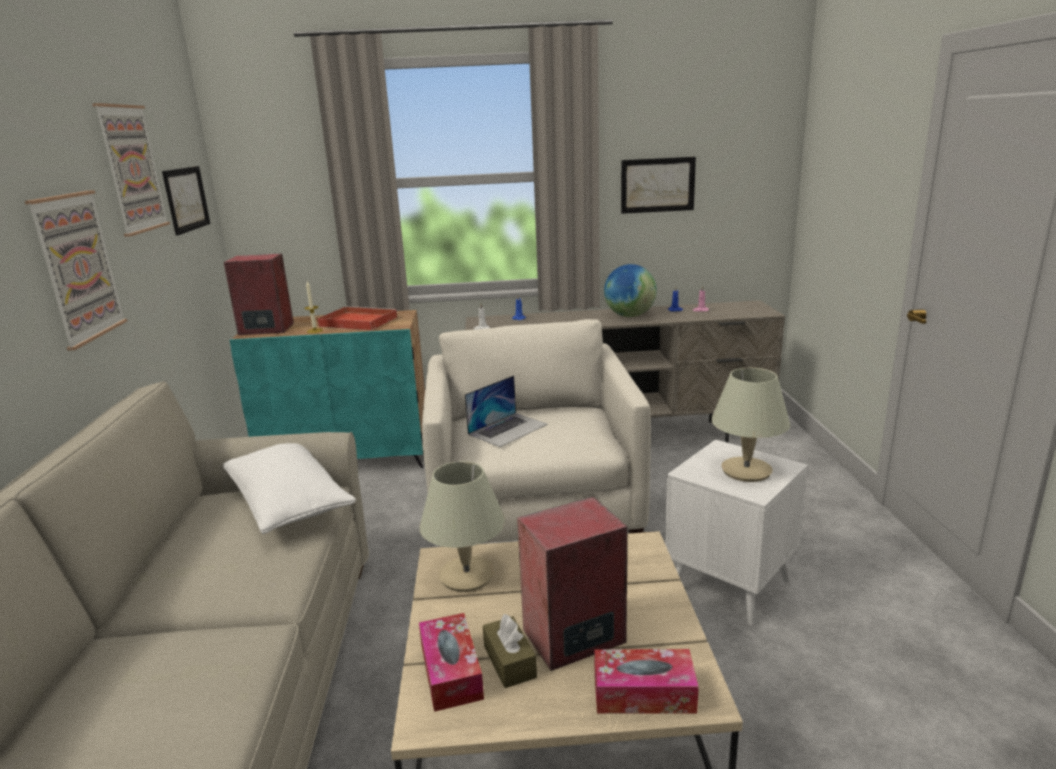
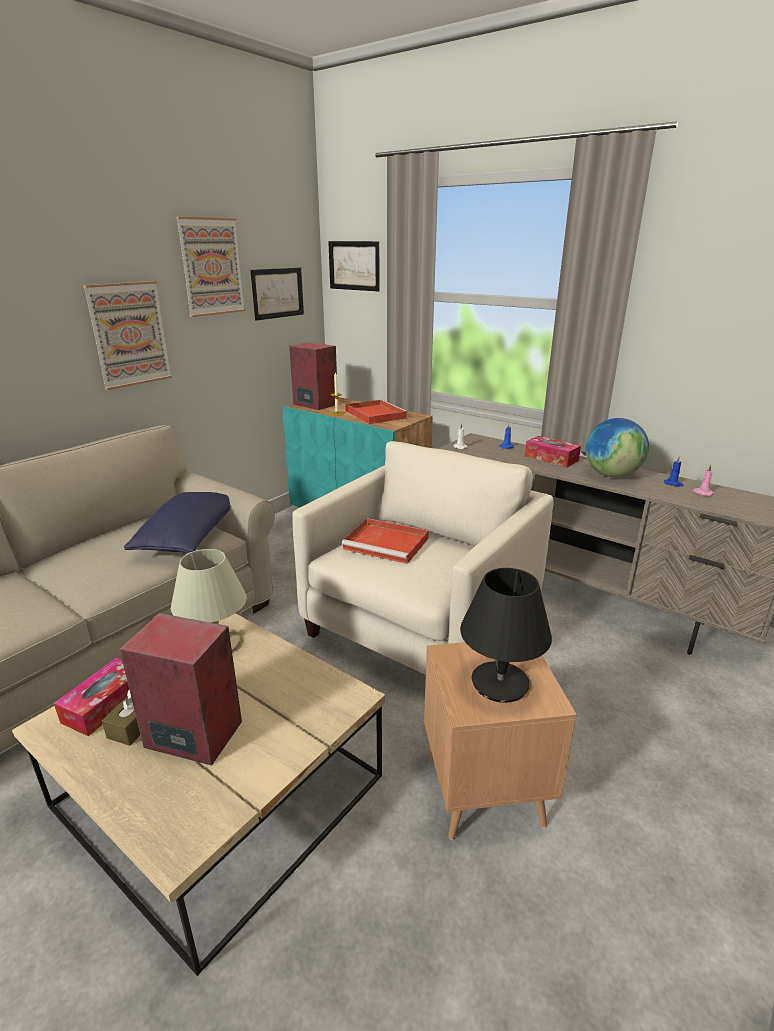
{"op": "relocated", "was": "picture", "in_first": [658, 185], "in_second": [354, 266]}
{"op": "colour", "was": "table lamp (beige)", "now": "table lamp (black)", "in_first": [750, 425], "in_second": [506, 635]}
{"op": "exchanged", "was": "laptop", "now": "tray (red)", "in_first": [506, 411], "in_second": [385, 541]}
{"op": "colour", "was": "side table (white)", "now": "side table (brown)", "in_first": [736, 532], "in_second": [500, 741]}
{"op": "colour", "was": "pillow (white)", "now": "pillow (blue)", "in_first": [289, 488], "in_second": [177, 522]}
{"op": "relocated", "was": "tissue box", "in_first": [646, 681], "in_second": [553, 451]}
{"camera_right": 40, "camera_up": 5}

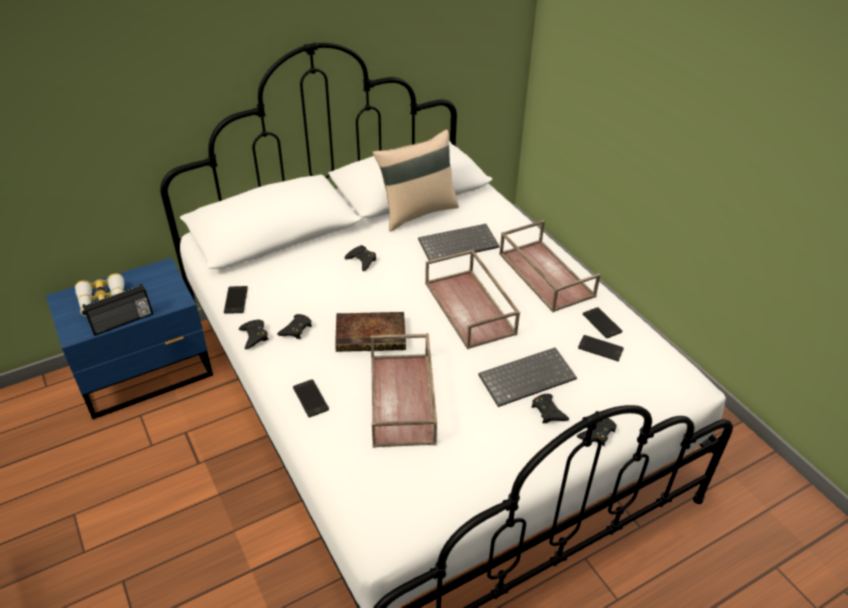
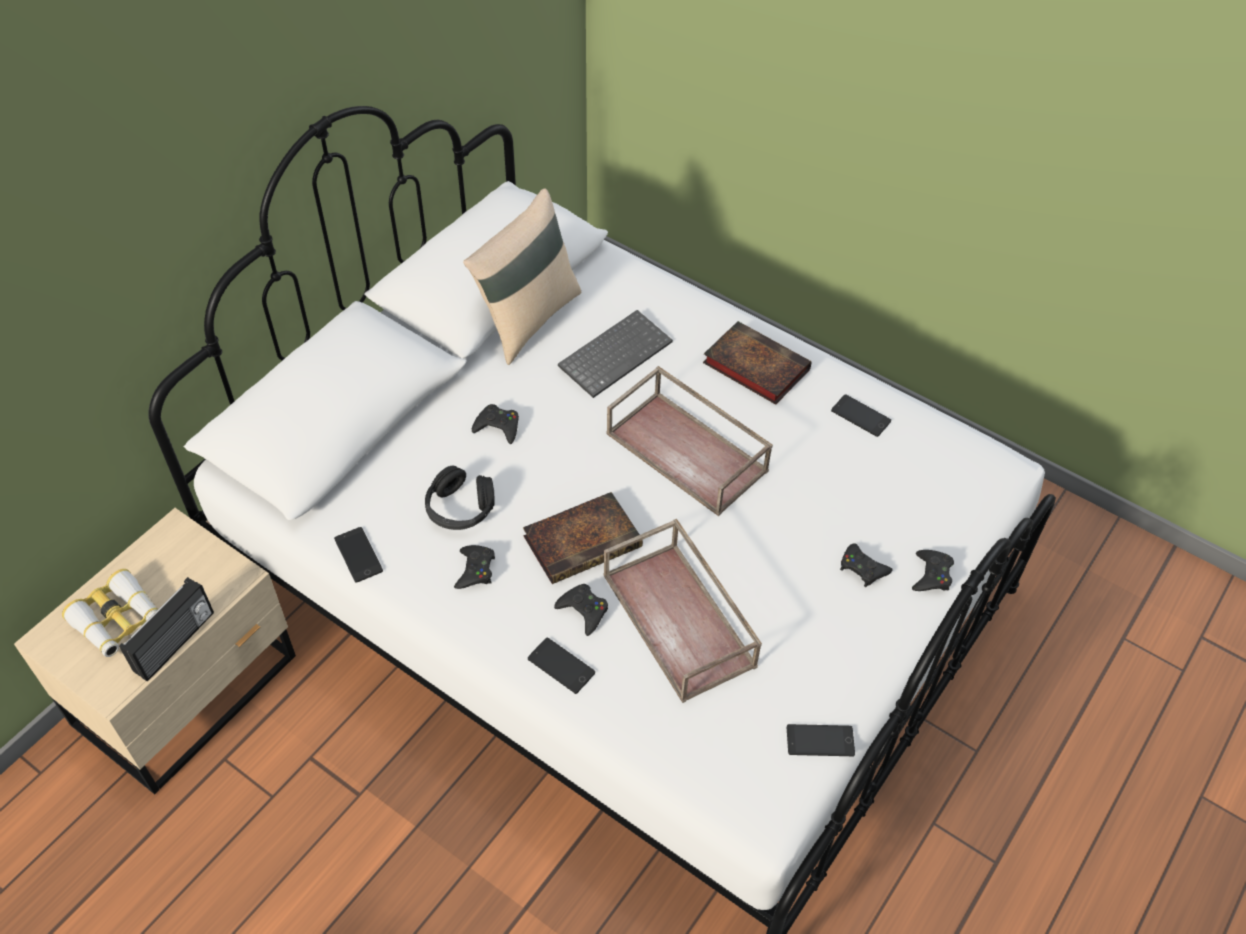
{"op": "exchanged", "was": "tray (brown)", "now": "book", "in_first": [549, 266], "in_second": [757, 363]}
{"op": "colour", "was": "nightstand (blue)", "now": "nightstand (beige)", "in_first": [129, 338], "in_second": [155, 651]}
{"op": "relocated", "was": "game controller (black)", "in_first": [253, 334], "in_second": [581, 610]}
{"op": "relocated", "was": "phone", "in_first": [601, 348], "in_second": [821, 740]}
{"op": "missing", "was": "keyboard", "in_first": [527, 377]}
{"op": "appeared", "now": "headphones (black)", "in_second": [460, 497]}
{"camera_right": -25, "camera_up": 10}

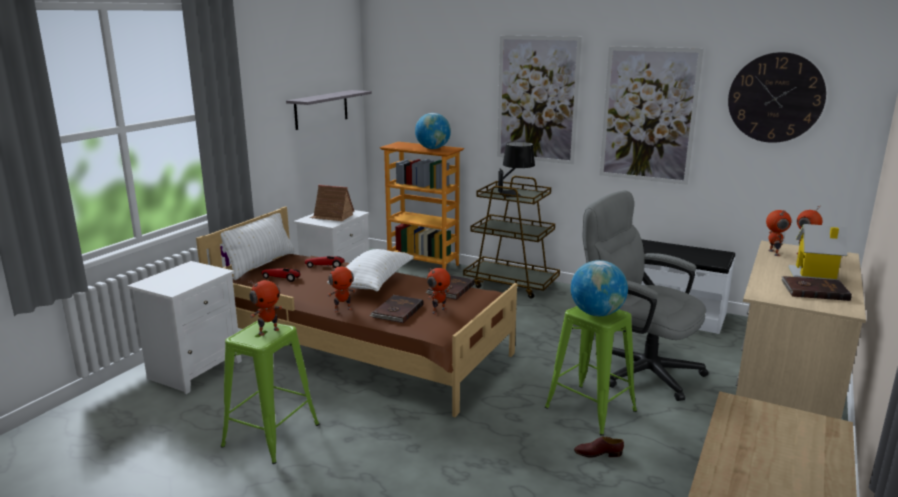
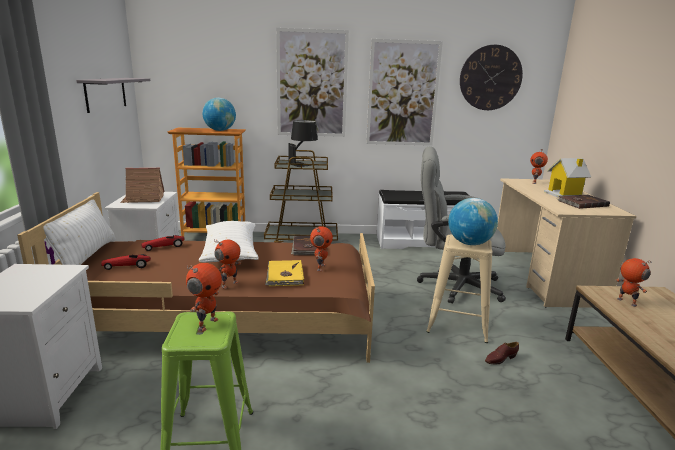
{"op": "relocated", "was": "toy robot", "in_first": [778, 233], "in_second": [633, 282]}
{"op": "colour", "was": "book (brown)", "now": "book (yellow)", "in_first": [397, 309], "in_second": [284, 273]}
{"op": "colour", "was": "stool (green)", "now": "stool (beige)", "in_first": [591, 371], "in_second": [459, 289]}
{"camera_right": -30, "camera_up": 0}

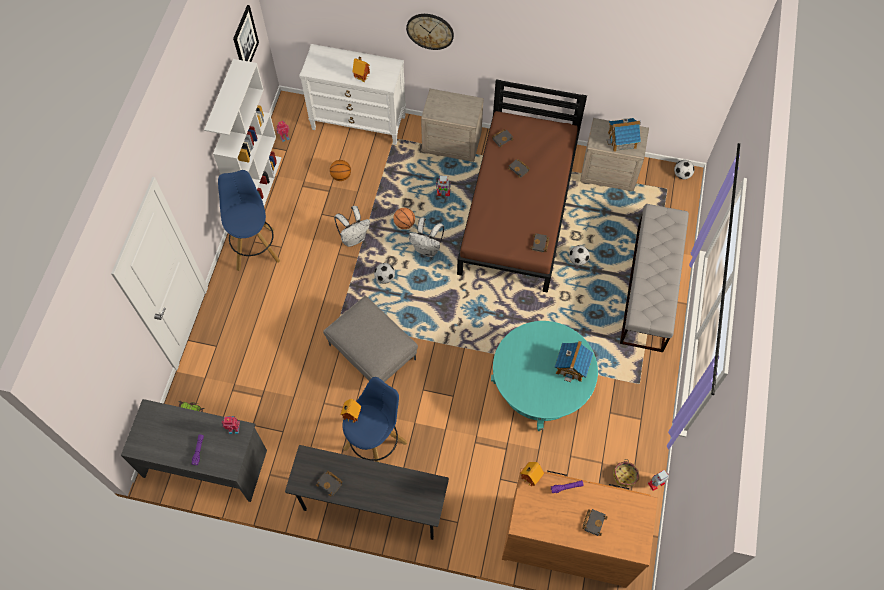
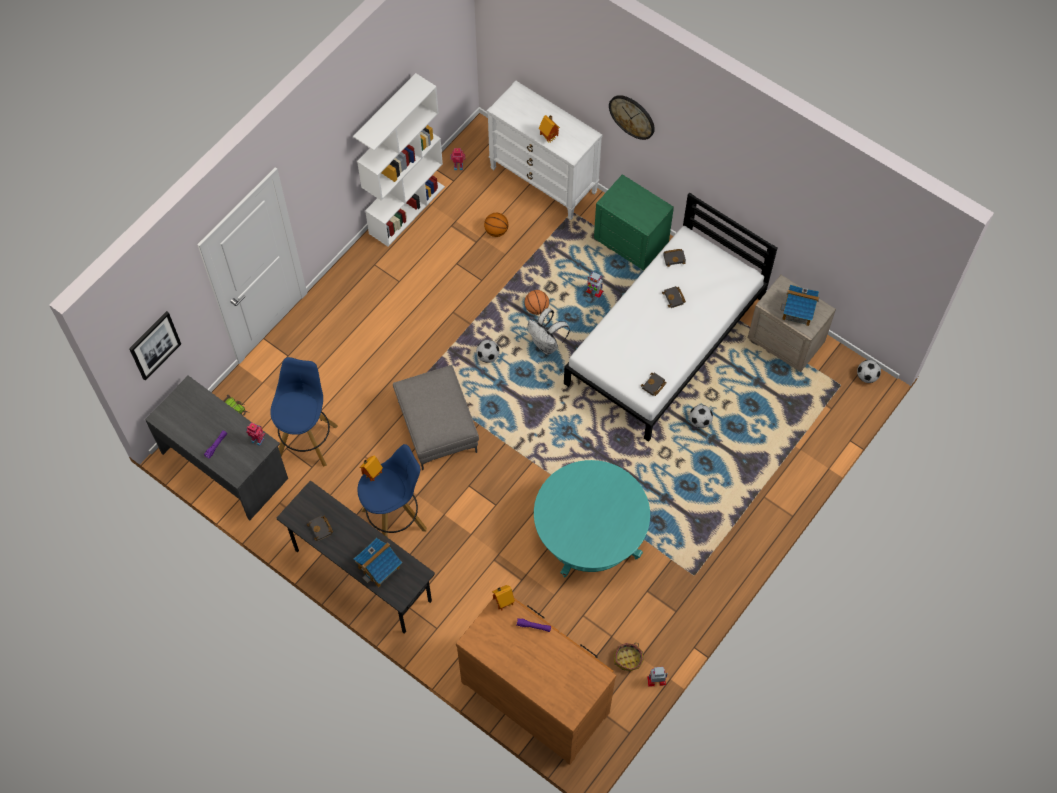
{"op": "relocated", "was": "picture", "in_first": [246, 33], "in_second": [155, 346]}
{"op": "colour", "was": "bed (brown)", "now": "bed (white)", "in_first": [522, 186], "in_second": [670, 317]}
{"op": "colour", "was": "nightstand (beige)", "now": "nightstand (green)", "in_first": [452, 125], "in_second": [634, 222]}
{"op": "relocated", "was": "stool (blue)", "in_first": [249, 220], "in_second": [304, 412]}
{"op": "missing", "was": "bench (grey)", "in_first": [654, 278]}
{"op": "missing", "was": "backpack (white)", "in_first": [352, 226]}
{"op": "relocated", "was": "toy house", "in_first": [574, 361], "in_second": [378, 563]}
{"op": "missing", "was": "book (black)", "in_first": [595, 522]}
{"camera_right": 25, "camera_up": 0}

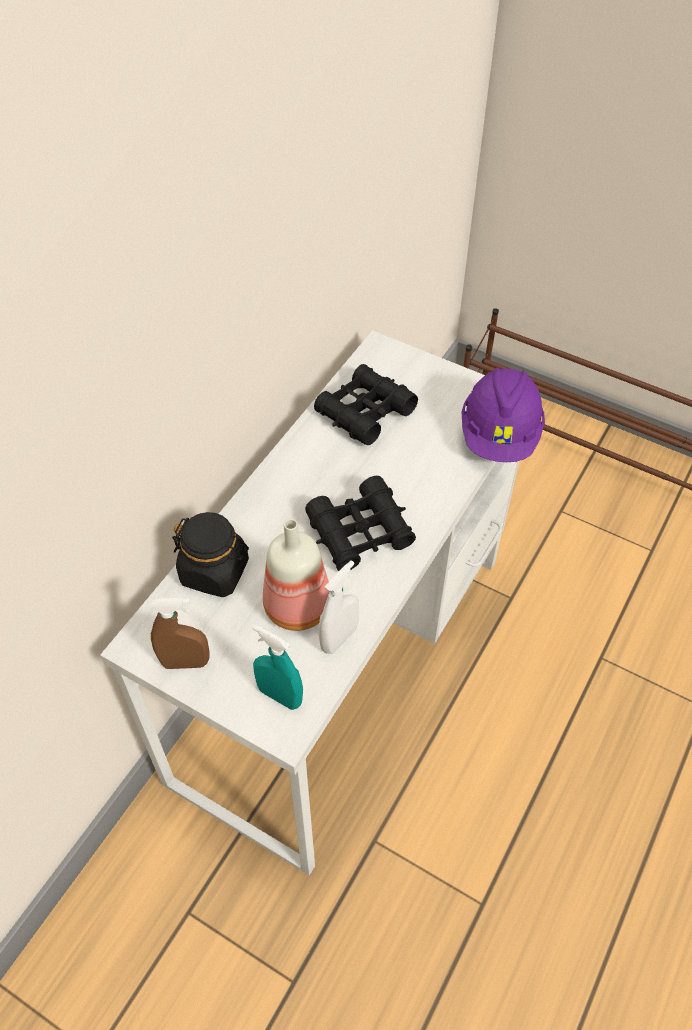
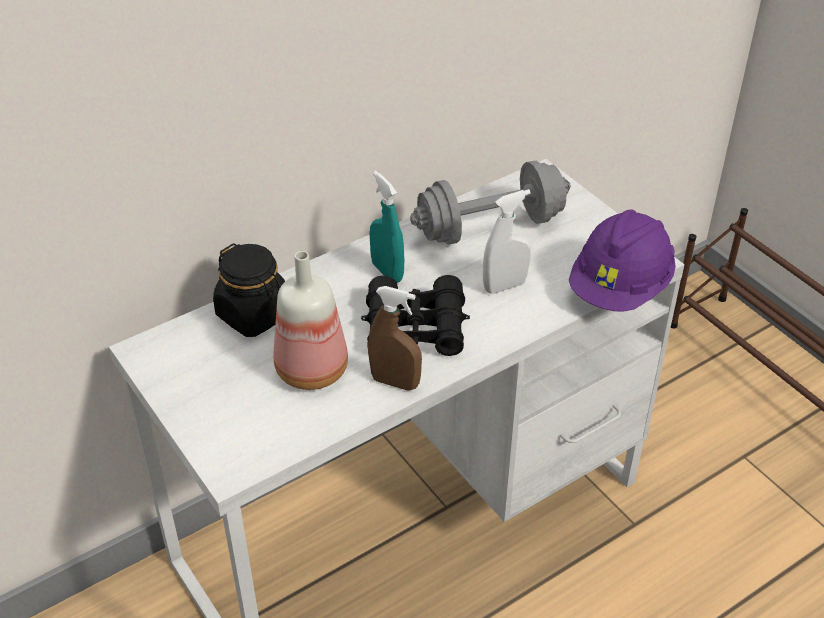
{"op": "exchanged", "was": "binoculars (black)", "now": "dumbbell (grey)", "in_first": [366, 404], "in_second": [490, 203]}
{"op": "relocated", "was": "spray bottle (white)", "in_first": [339, 607], "in_second": [507, 241]}
{"op": "relocated", "was": "spray bottle (brown)", "in_first": [180, 633], "in_second": [395, 338]}
{"op": "relocated", "was": "spray bottle (turquoise)", "in_first": [278, 667], "in_second": [387, 227]}
{"camera_right": 25, "camera_up": -10}

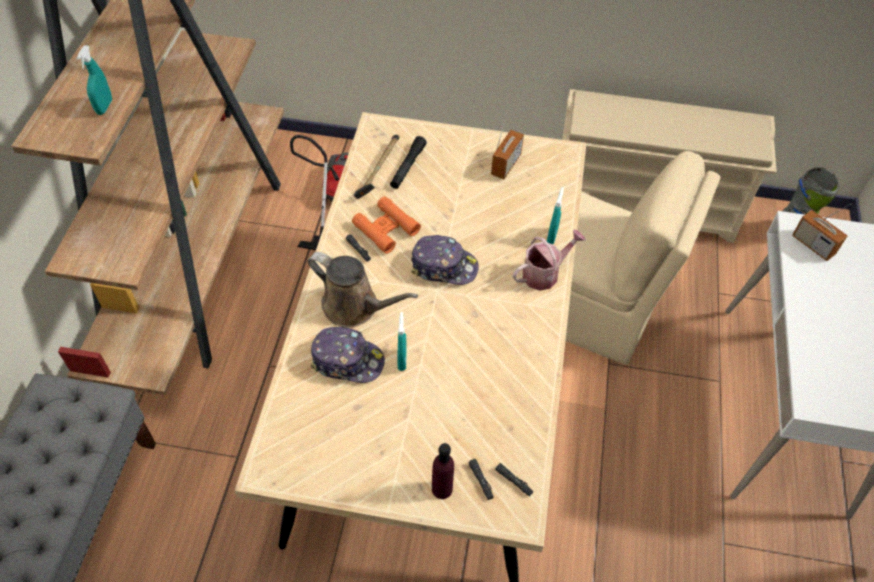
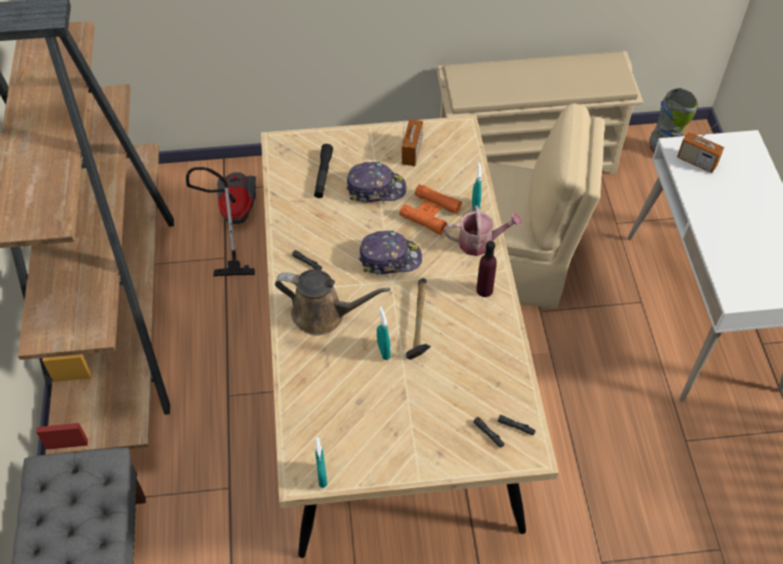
{"op": "relocated", "was": "spray bottle (turquoise)", "in_first": [94, 80], "in_second": [321, 462]}
{"op": "relocated", "was": "hammer", "in_first": [376, 167], "in_second": [418, 319]}
{"op": "relocated", "was": "binoculars (orange)", "in_first": [386, 225], "in_second": [430, 209]}
{"op": "spun", "was": "watering can", "in_first": [549, 260], "in_second": [483, 230], "clockwise": 45}
{"op": "relocated", "was": "cap", "in_first": [347, 355], "in_second": [376, 182]}
{"op": "relocated", "was": "bottle (purple)", "in_first": [443, 471], "in_second": [486, 269]}
{"camera_right": -15, "camera_up": 0}

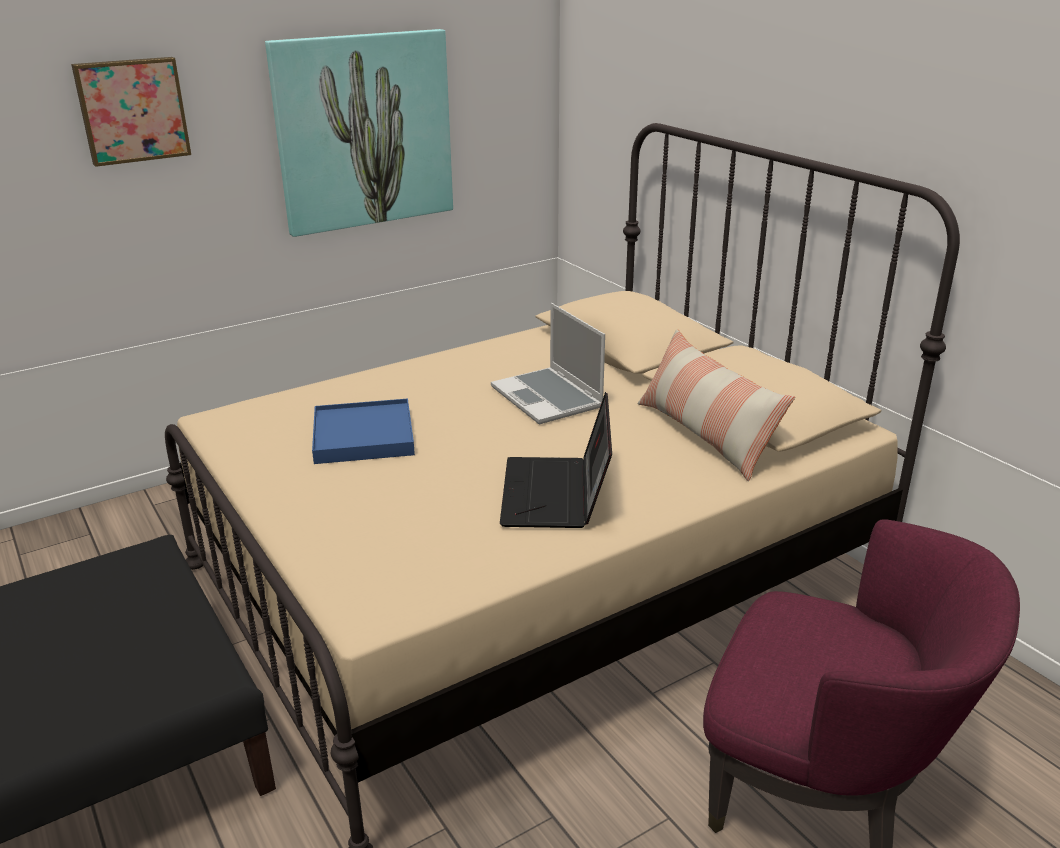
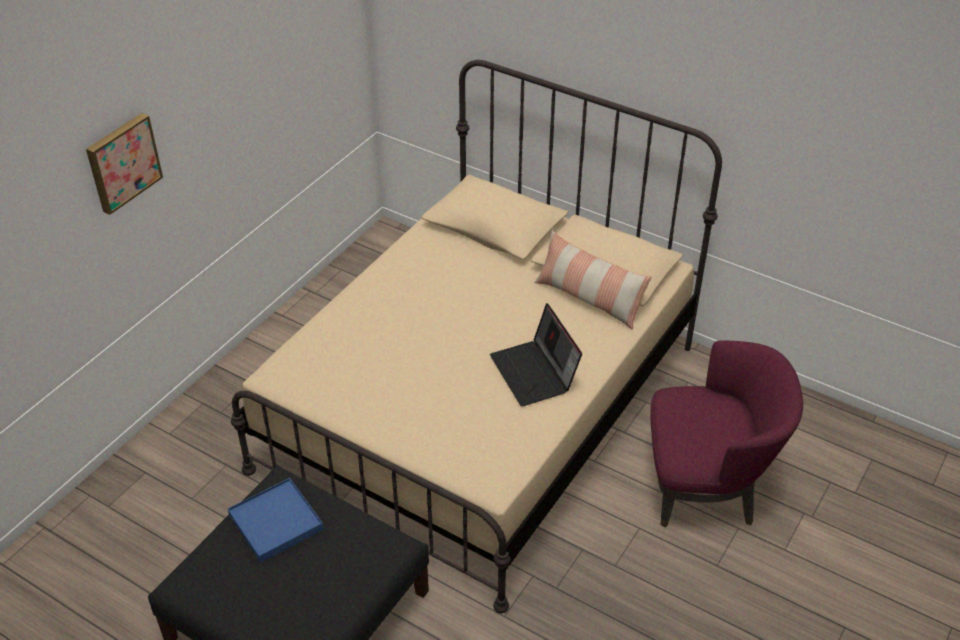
{"op": "missing", "was": "picture", "in_first": [359, 133]}
{"op": "missing", "was": "laptop", "in_first": [548, 363]}
{"op": "relocated", "was": "tray (blue)", "in_first": [363, 431], "in_second": [276, 520]}
{"camera_right": -25, "camera_up": 15}

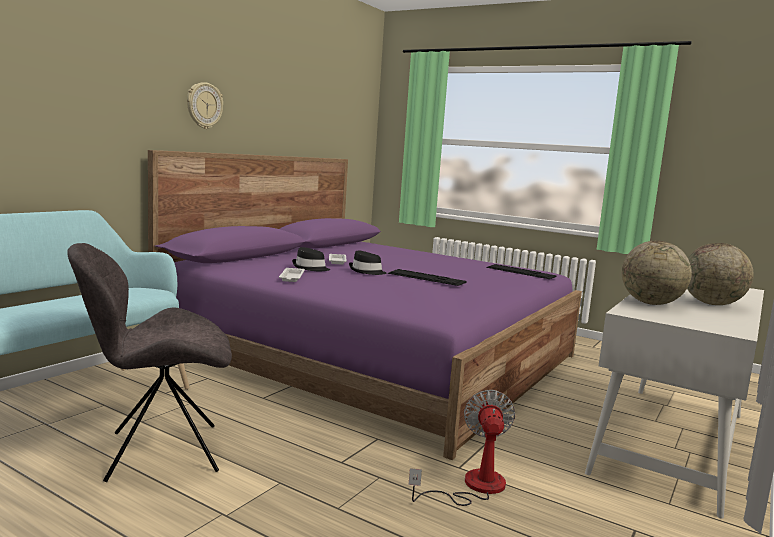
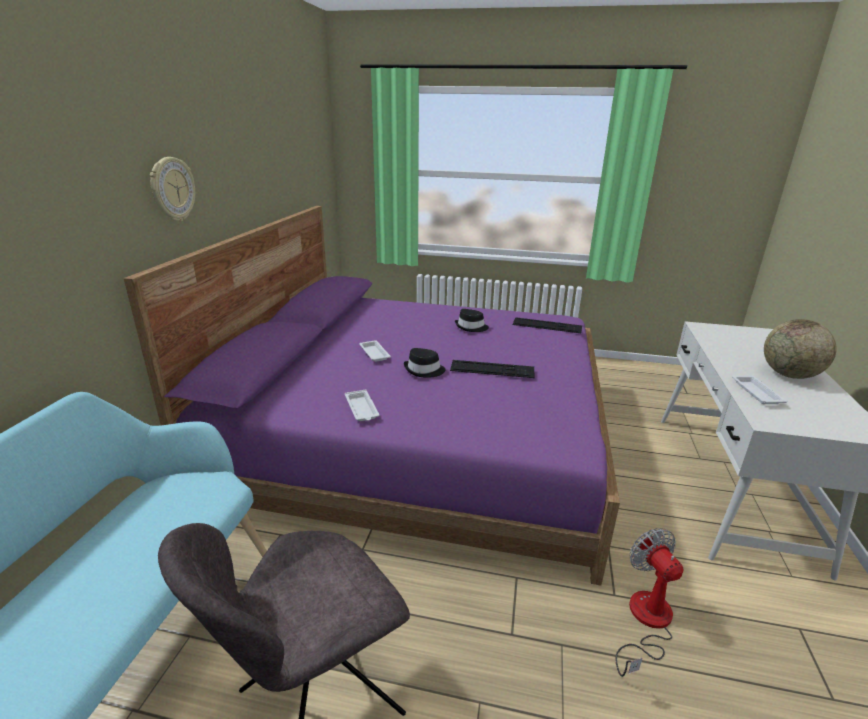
{"op": "exchanged", "was": "globe", "now": "tray (white)", "in_first": [657, 273], "in_second": [759, 389]}
{"op": "relocated", "was": "hat (black)", "in_first": [311, 259], "in_second": [472, 320]}
{"camera_right": -20, "camera_up": 15}

